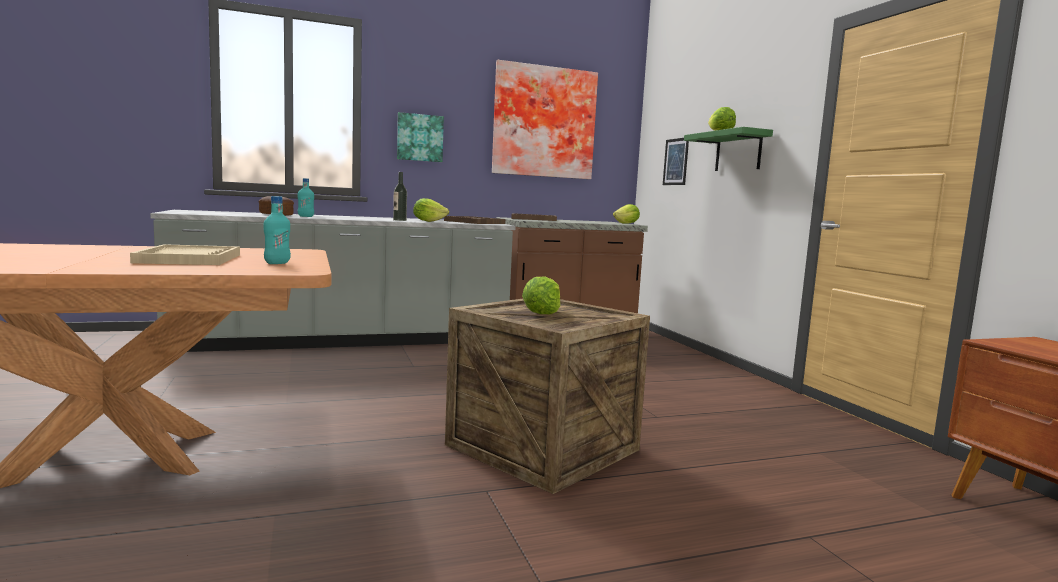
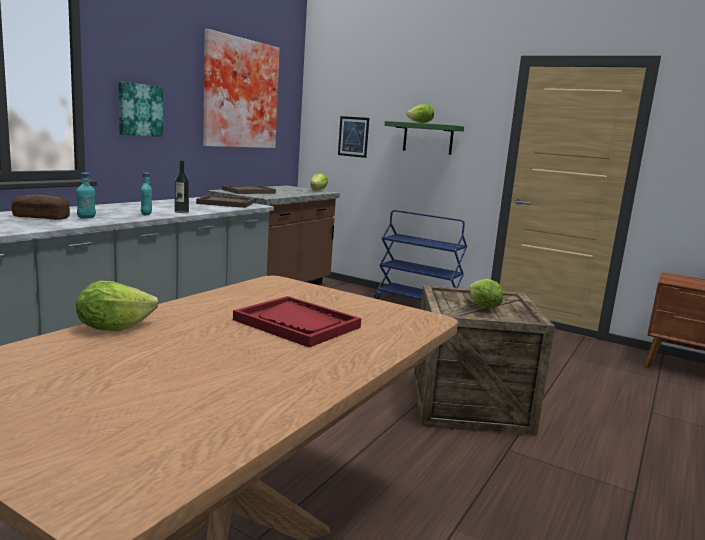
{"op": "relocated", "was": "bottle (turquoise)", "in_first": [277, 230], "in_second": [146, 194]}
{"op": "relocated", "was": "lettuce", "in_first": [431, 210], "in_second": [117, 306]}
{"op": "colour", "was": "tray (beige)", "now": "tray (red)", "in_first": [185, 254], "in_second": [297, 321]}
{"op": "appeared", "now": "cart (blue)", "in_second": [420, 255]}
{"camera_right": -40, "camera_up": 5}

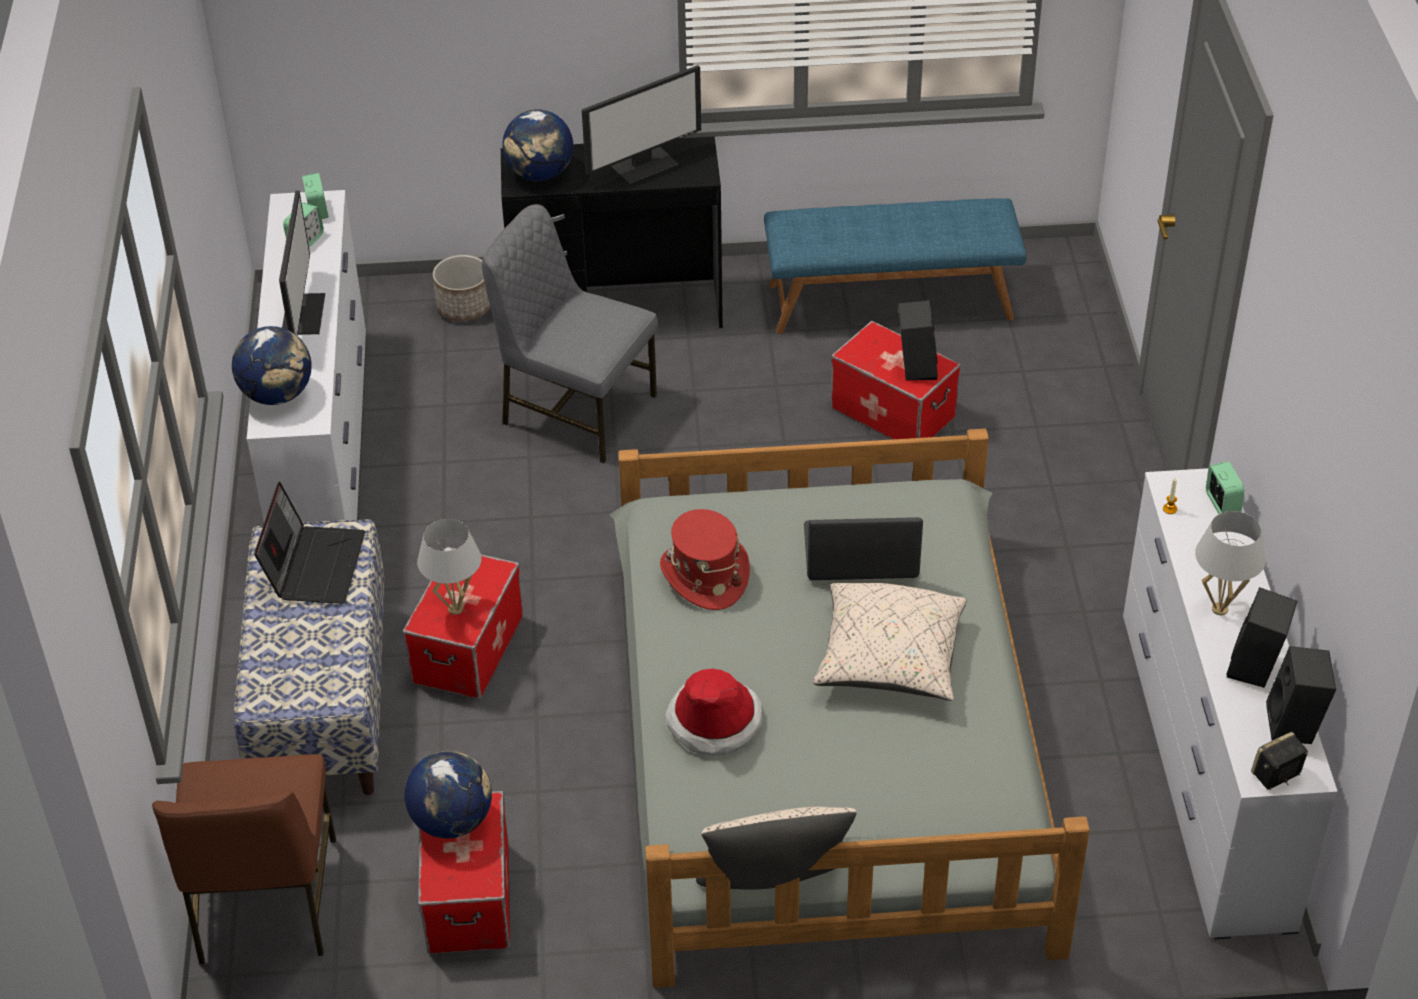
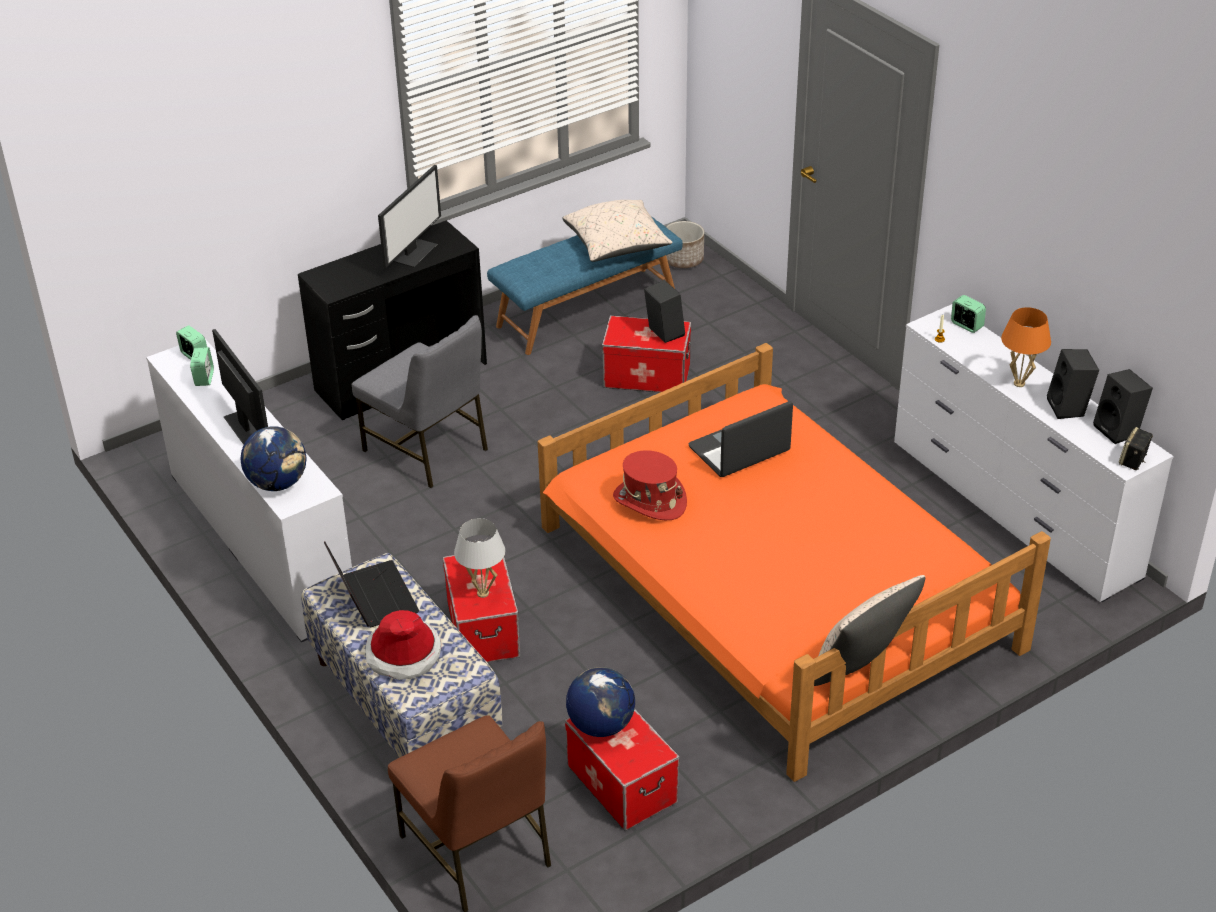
{"op": "missing", "was": "globe", "in_first": [537, 145]}
{"op": "spun", "was": "chair (grey)", "in_first": [570, 333], "in_second": [420, 401], "clockwise": -135}
{"op": "relocated", "was": "planter", "in_first": [461, 288], "in_second": [685, 244]}
{"op": "colour", "was": "bed (grey)", "now": "bed (orange)", "in_first": [849, 708], "in_second": [794, 562]}
{"op": "colour", "was": "table lamp (white)", "now": "table lamp (orange)", "in_first": [1230, 563], "in_second": [1026, 347]}
{"op": "relocated", "was": "pillow (beige)", "in_first": [890, 642], "in_second": [617, 231]}
{"op": "relocated", "was": "hat", "in_first": [714, 712], "in_second": [403, 645]}
{"camera_right": -30, "camera_up": -5}

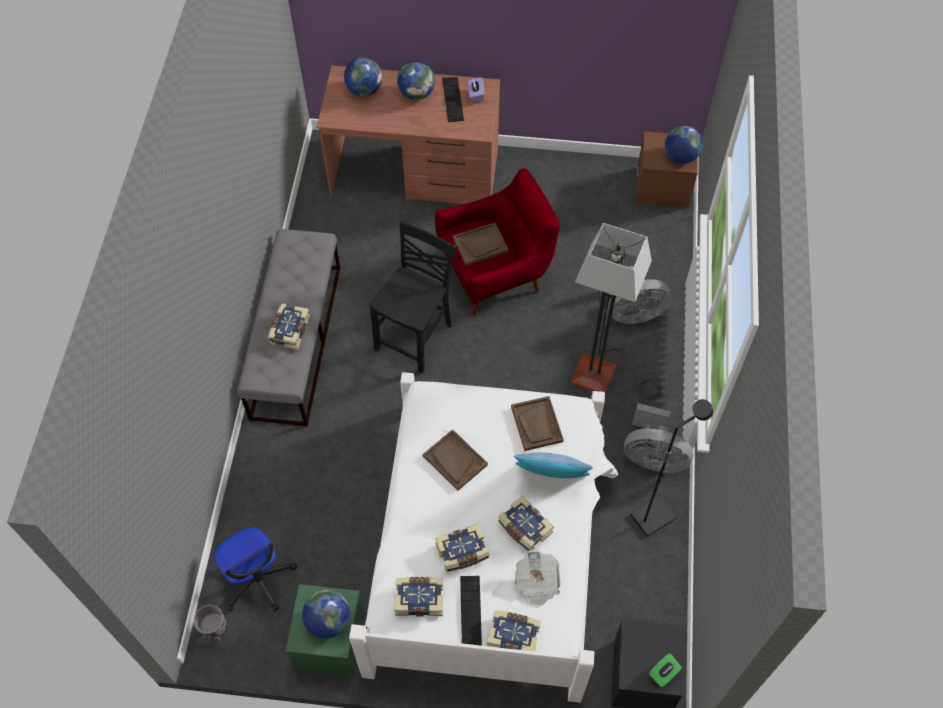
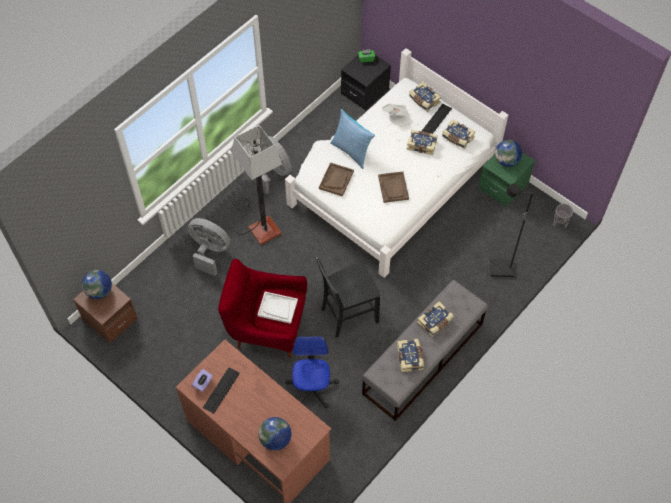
{"op": "missing", "was": "globe", "in_first": [416, 80]}
{"op": "colour", "was": "tray (brown)", "now": "tray (white)", "in_first": [481, 244], "in_second": [277, 308]}
{"op": "relocated", "was": "floor lamp (black)", "in_first": [671, 468], "in_second": [511, 230]}
{"op": "relocated", "was": "book", "in_first": [526, 523], "in_second": [410, 356]}
{"op": "relocated", "was": "office chair", "in_first": [255, 569], "in_second": [312, 372]}
{"camera_right": -145, "camera_up": 0}

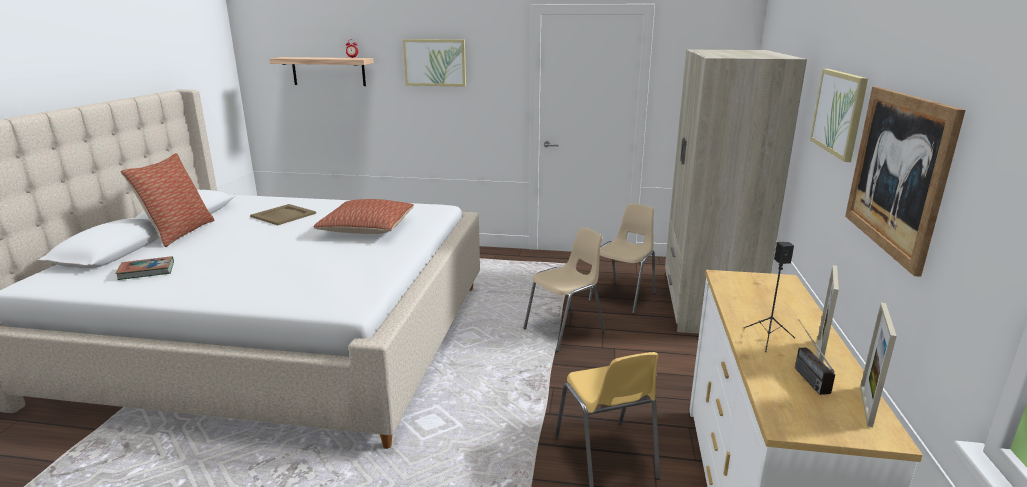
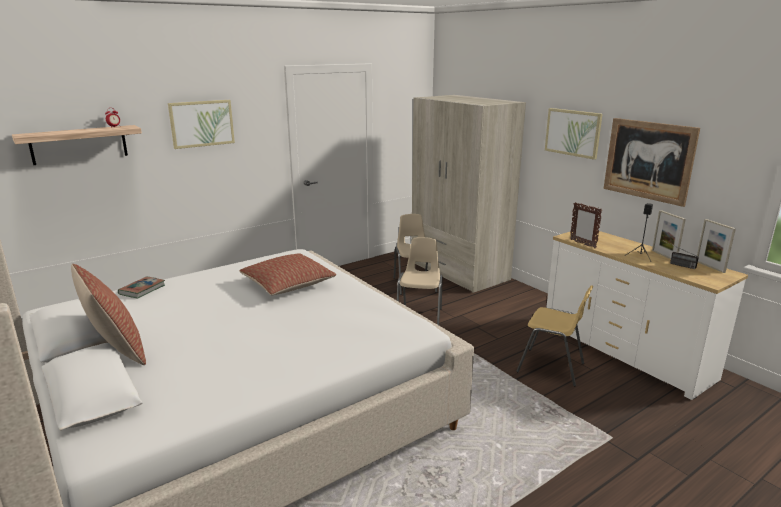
{"op": "missing", "was": "tray (beige)", "in_first": [283, 214]}
{"op": "relocated", "was": "book", "in_first": [145, 268], "in_second": [141, 287]}
{"op": "appeared", "now": "picture frame", "in_second": [586, 225]}
{"camera_right": -45, "camera_up": 0}

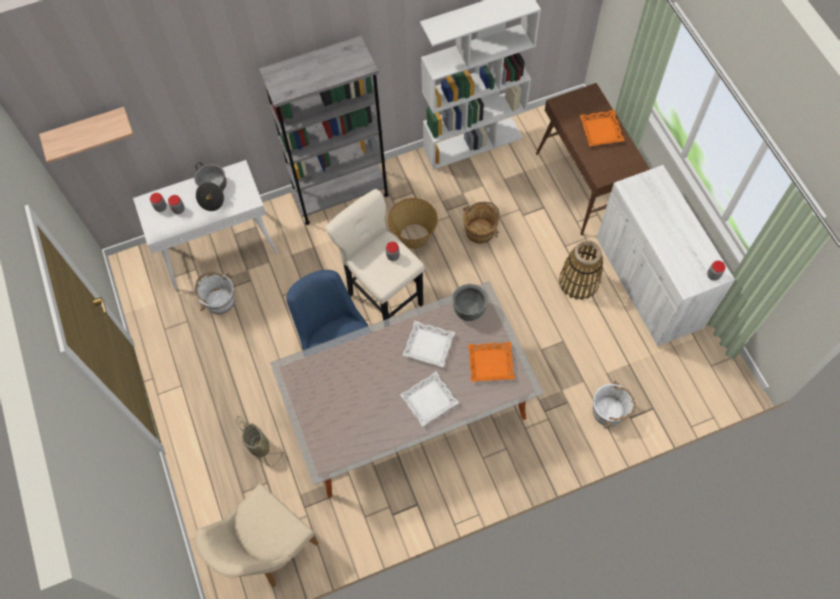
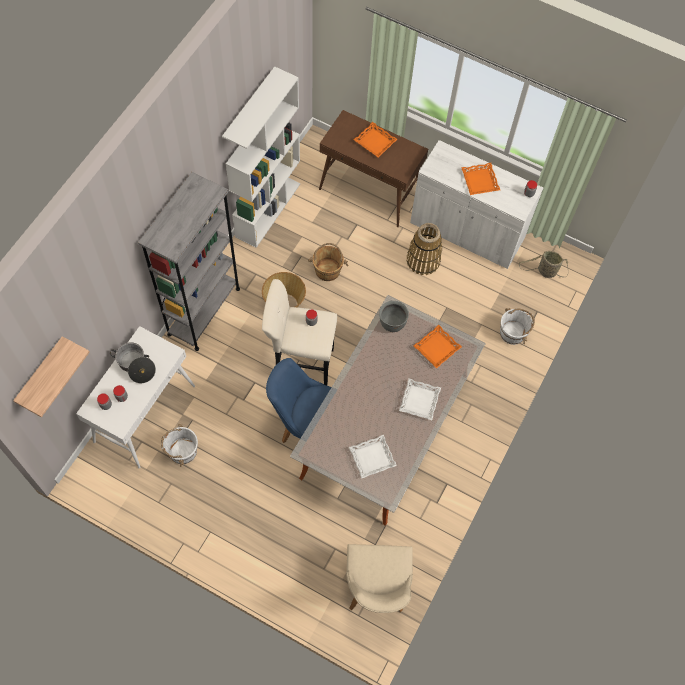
{"op": "relocated", "was": "tray (white)", "in_first": [429, 344], "in_second": [373, 457]}
{"op": "relocated", "was": "basket", "in_first": [260, 441], "in_second": [543, 264]}
{"op": "appeared", "now": "tray (orange)", "in_second": [480, 179]}
{"camera_right": -45, "camera_up": 0}

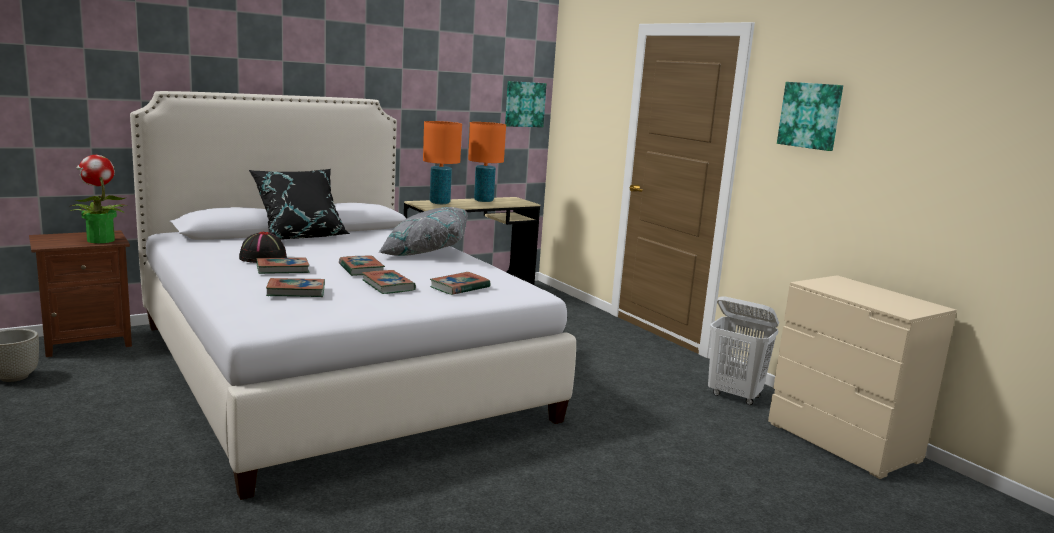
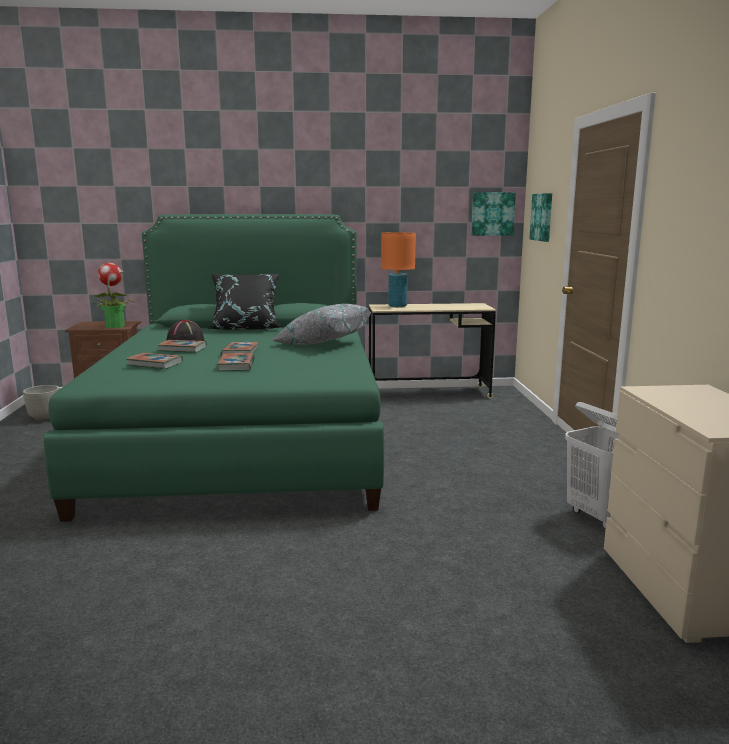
{"op": "relocated", "was": "picture", "in_first": [810, 116], "in_second": [540, 217]}
{"op": "colour", "was": "bed (white)", "now": "bed (green)", "in_first": [353, 295], "in_second": [214, 368]}
{"op": "missing", "was": "table lamp (orange)", "in_first": [487, 162]}
{"op": "missing", "was": "book", "in_first": [460, 283]}
{"camera_right": 30, "camera_up": 0}

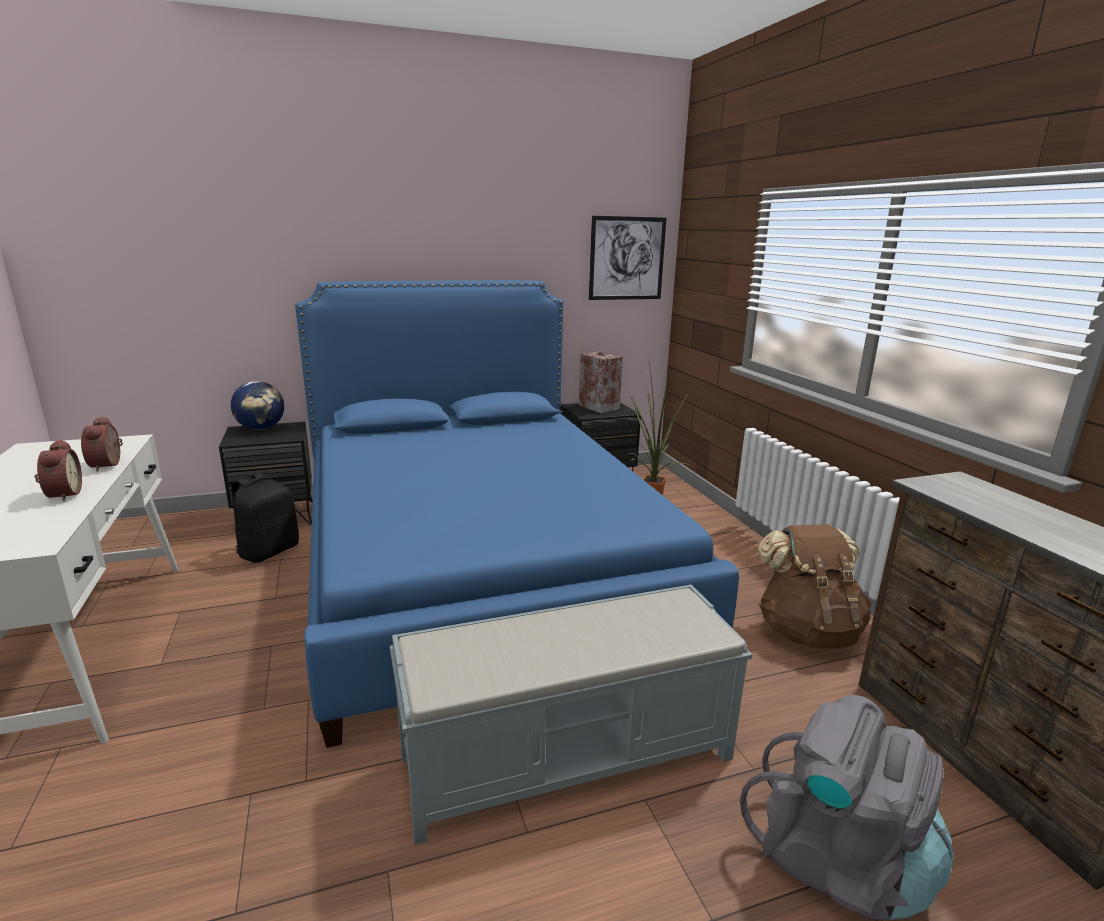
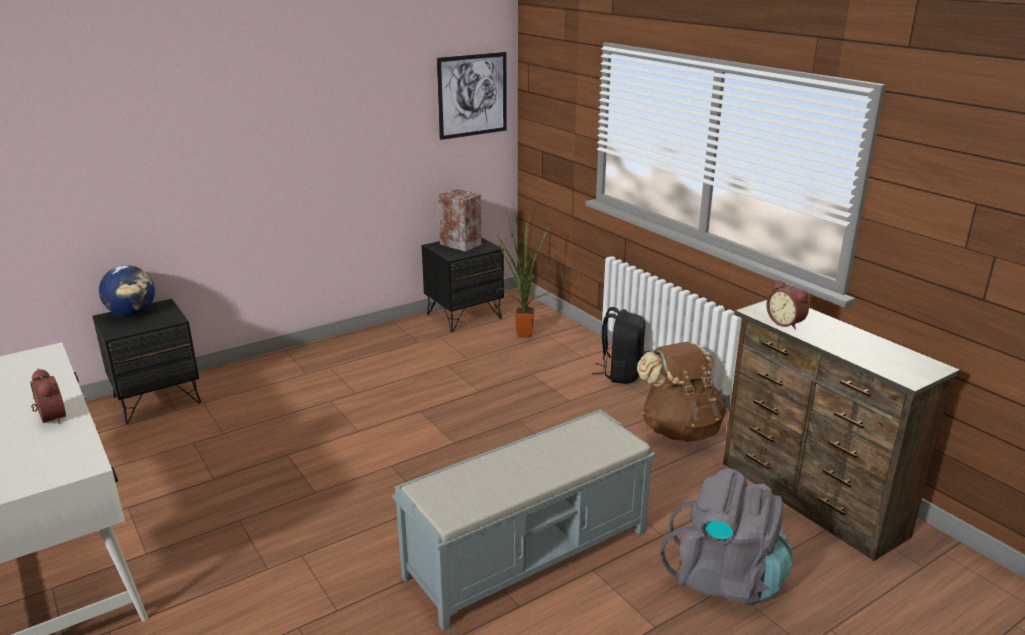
{"op": "missing", "was": "bed (blue)", "in_first": [517, 514]}
{"op": "relocated", "was": "alarm clock", "in_first": [102, 444], "in_second": [787, 305]}
{"op": "relocated", "was": "backpack (black)", "in_first": [265, 518], "in_second": [618, 345]}
{"camera_right": -15, "camera_up": 5}

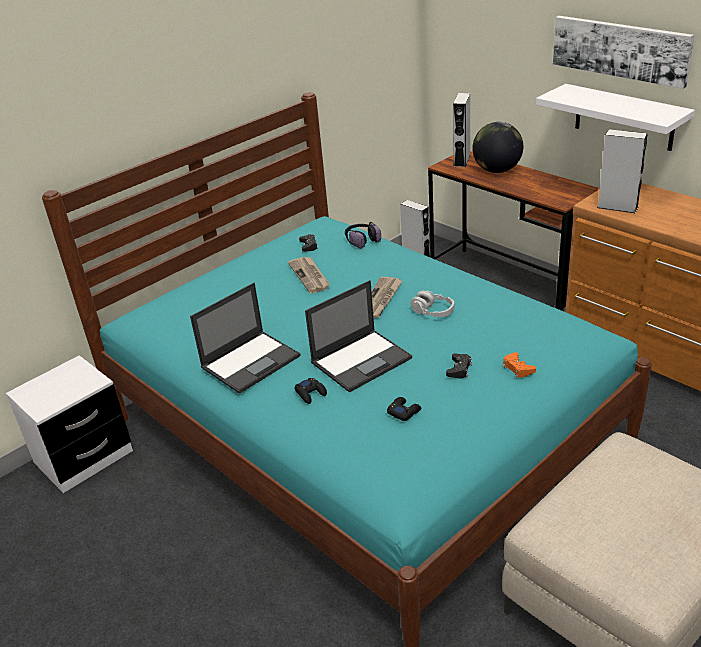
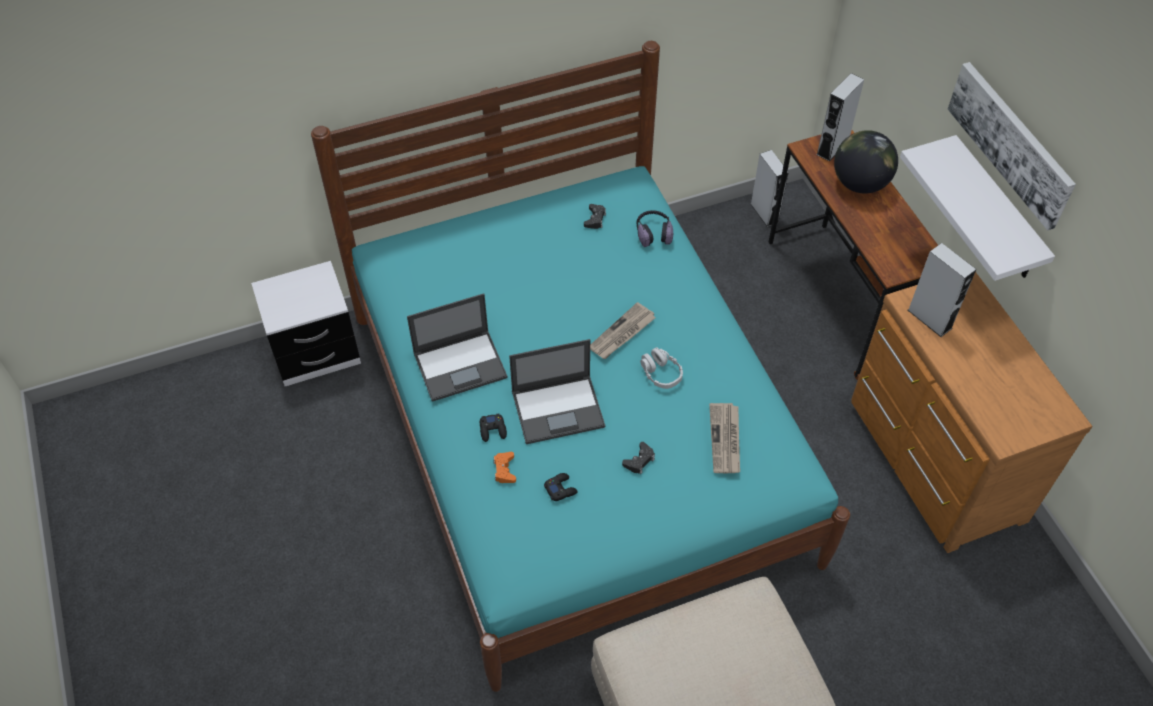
{"op": "relocated", "was": "newspaper", "in_first": [309, 275], "in_second": [724, 438]}
{"op": "relocated", "was": "game controller (orange)", "in_first": [519, 365], "in_second": [505, 467]}
{"camera_right": 20, "camera_up": 20}

